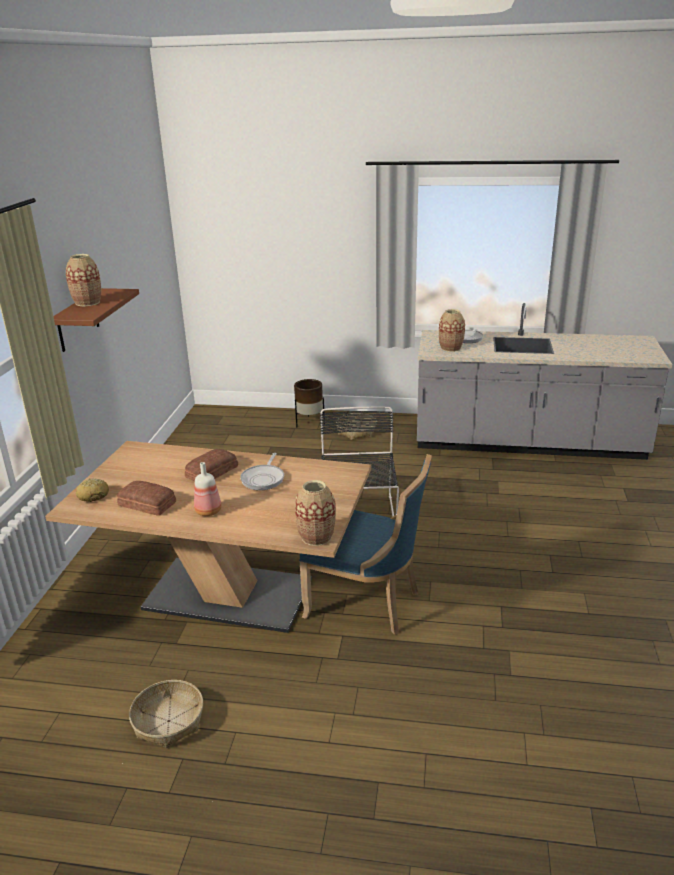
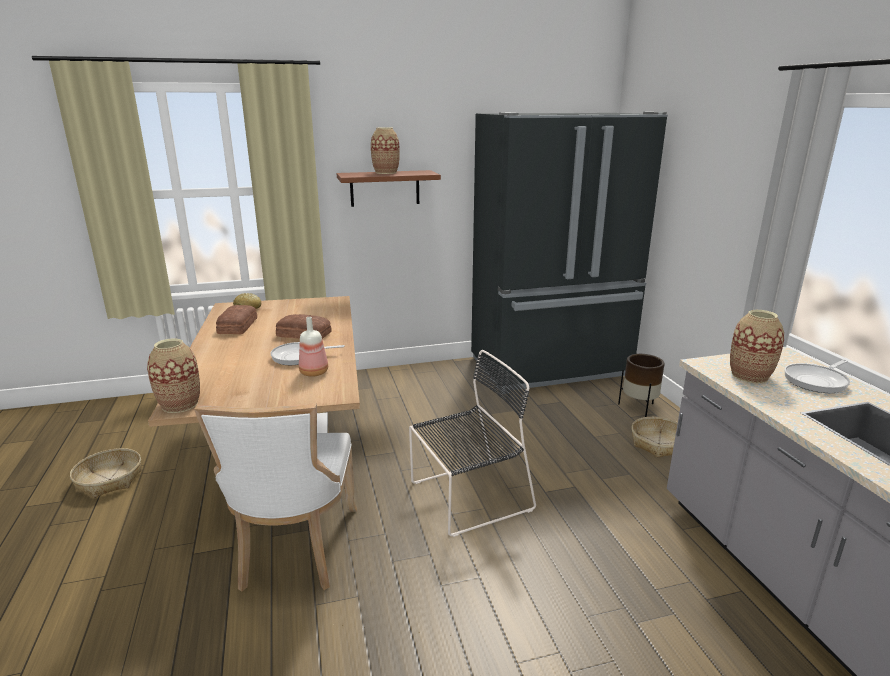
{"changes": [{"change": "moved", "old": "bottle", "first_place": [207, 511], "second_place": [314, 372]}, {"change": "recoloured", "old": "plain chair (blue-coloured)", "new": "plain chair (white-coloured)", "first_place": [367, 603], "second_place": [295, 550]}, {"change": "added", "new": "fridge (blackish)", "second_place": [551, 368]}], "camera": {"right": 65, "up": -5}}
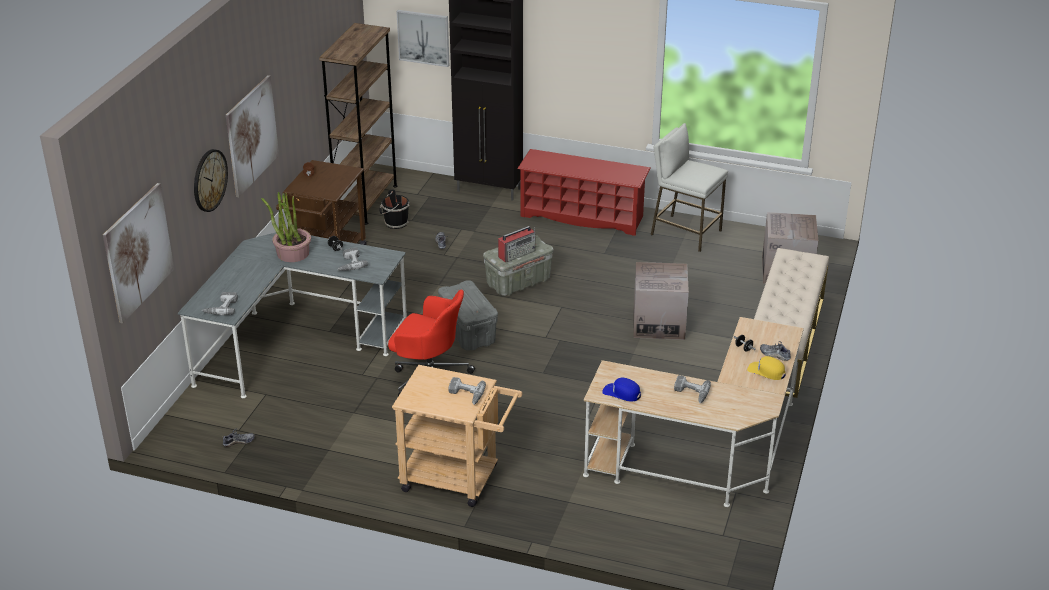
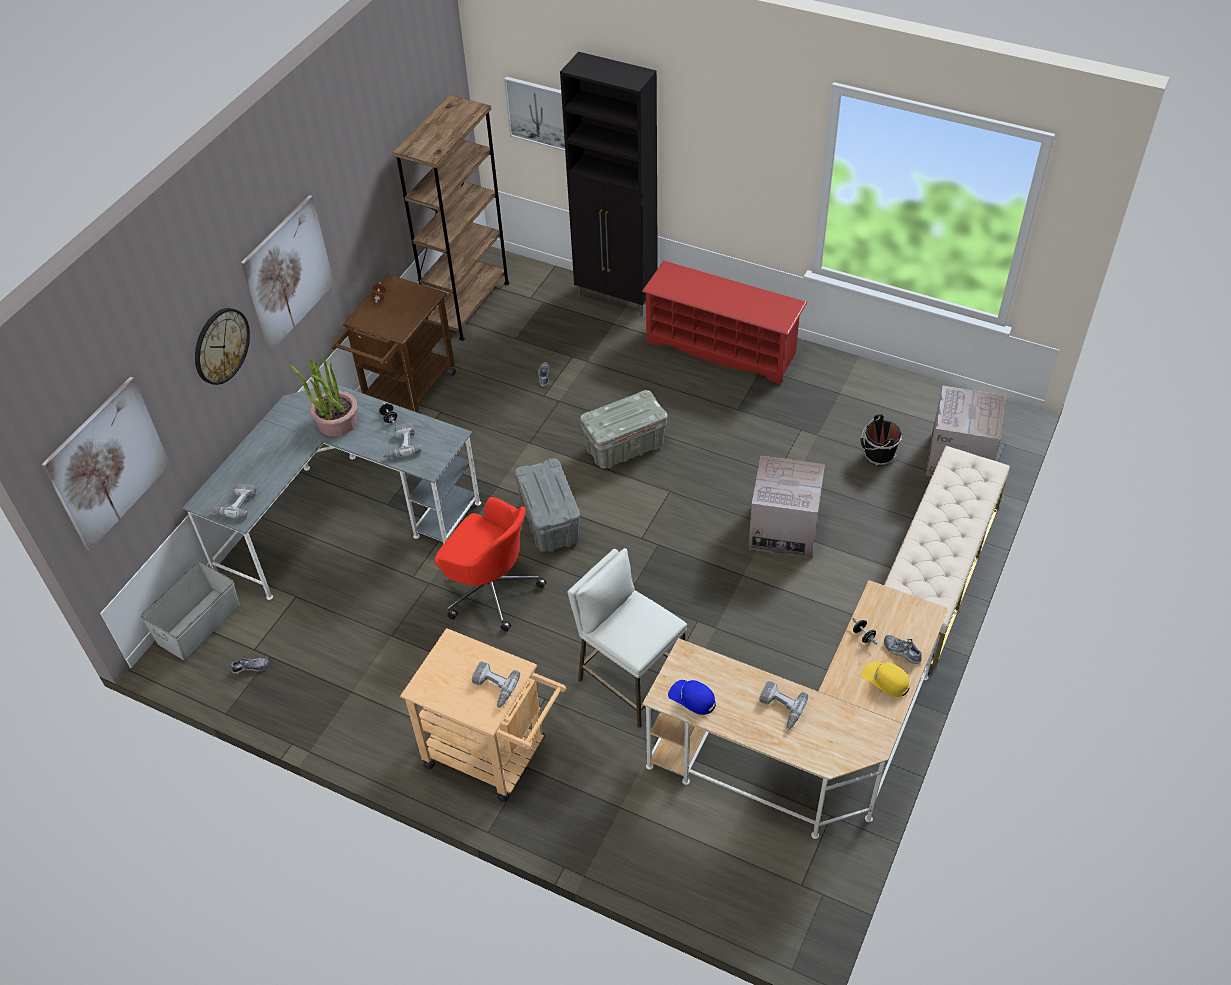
{"changes": [{"change": "moved", "old": "bucket (blackish)", "first_place": [395, 223], "second_place": [877, 455]}, {"change": "removed", "old": "radio", "first_place": [517, 253]}, {"change": "moved", "old": "stool (white-coloured)", "first_place": [685, 233], "second_place": [630, 681]}, {"change": "added", "new": "storage box (gray)", "second_place": [199, 624]}], "camera": {"right": 10, "up": 15}}
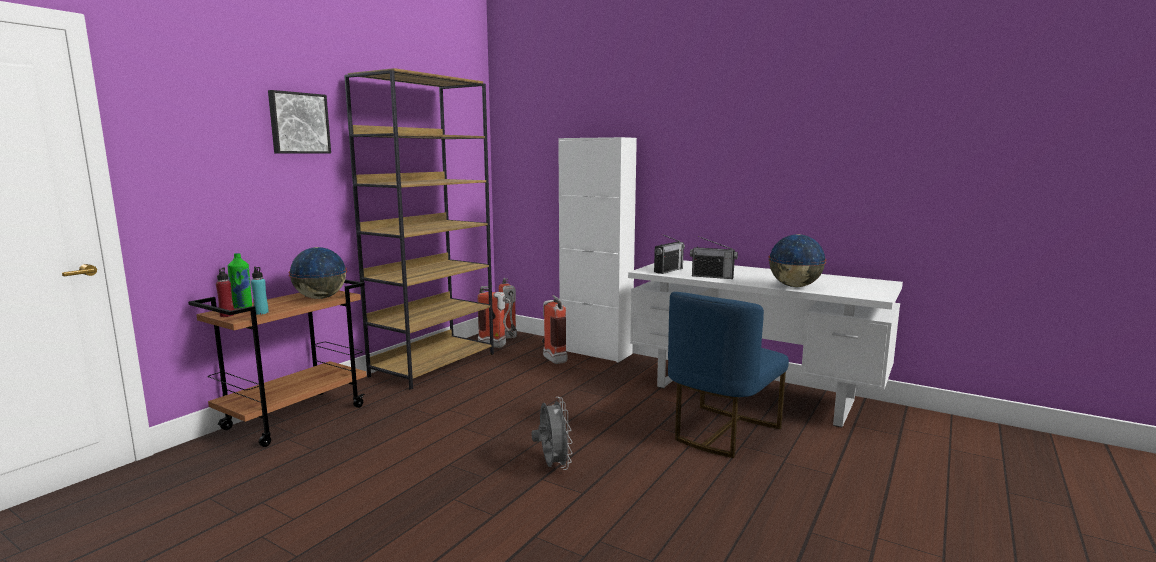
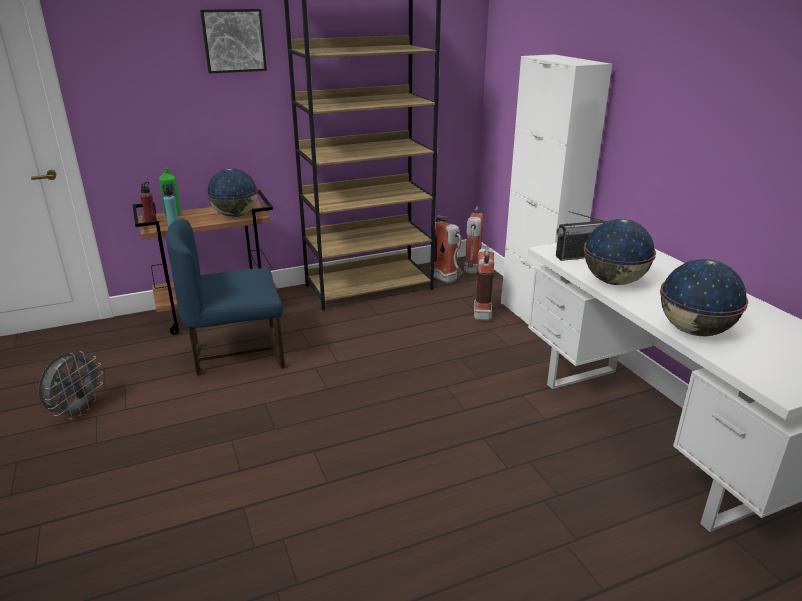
{"changes": [{"change": "moved", "old": "cooling fan (gray)", "first_place": [552, 466], "second_place": [77, 411]}, {"change": "moved", "old": "plain chair (blue-coloured)", "first_place": [721, 432], "second_place": [237, 353]}, {"change": "replaced", "old": "radio", "new": "globe", "first_place": [712, 276], "second_place": [614, 282]}], "camera": {"right": 35, "up": 15}}
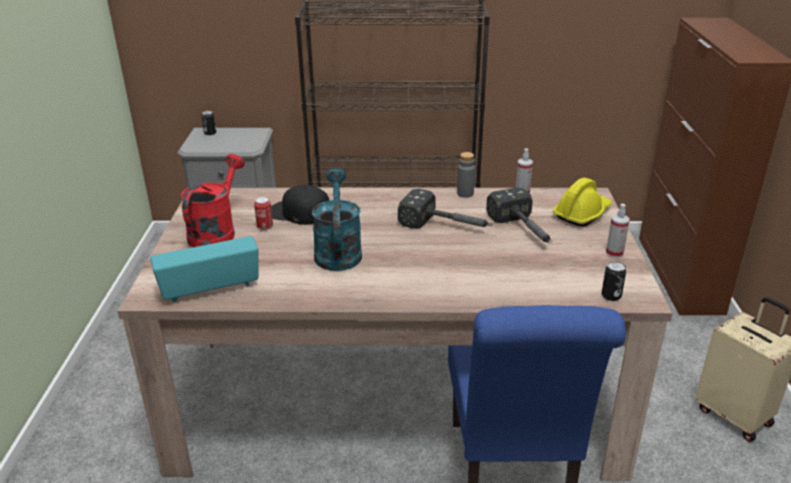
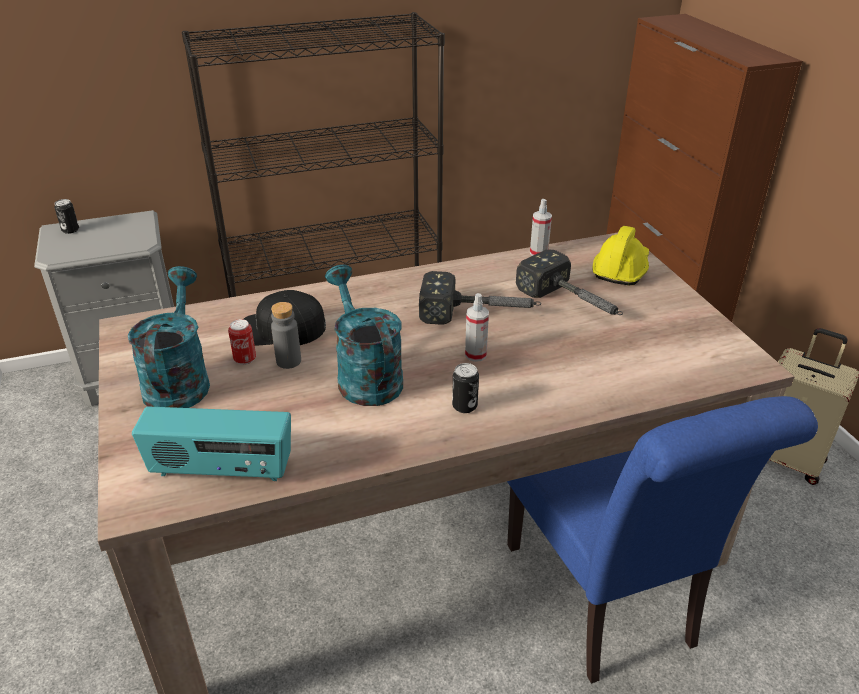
{"changes": [{"change": "turned", "old": "radio", "first_place": [210, 288], "second_place": [221, 470], "degrees": -135}, {"change": "recoloured", "old": "sprinkling can (reddish)", "new": "sprinkling can (blue-green)", "first_place": [216, 232], "second_place": [179, 380]}, {"change": "moved", "old": "bottle (gray)", "first_place": [465, 193], "second_place": [288, 361]}, {"change": "moved", "old": "can", "first_place": [611, 296], "second_place": [464, 406]}, {"change": "moved", "old": "hand sprayer", "first_place": [614, 253], "second_place": [475, 355]}], "camera": {"right": -20, "up": 5}}
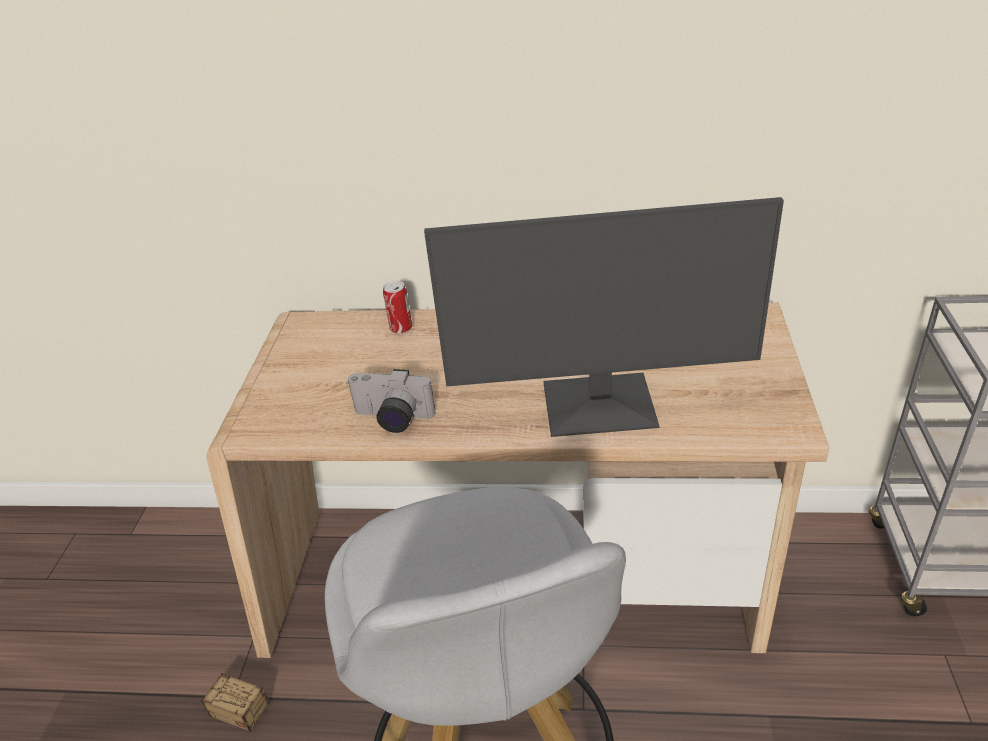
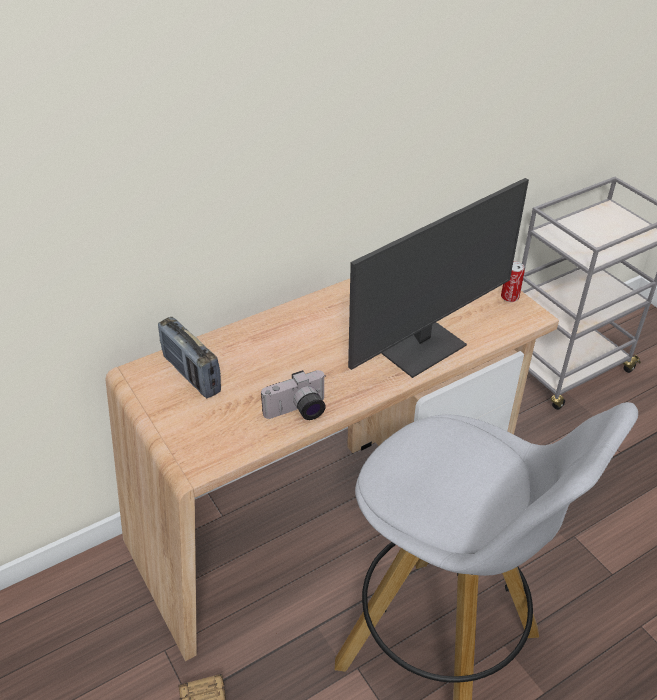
{"changes": [{"change": "moved", "old": "can", "first_place": [401, 328], "second_place": [509, 297]}, {"change": "added", "new": "radio", "second_place": [191, 375]}], "camera": {"right": -40, "up": 5}}
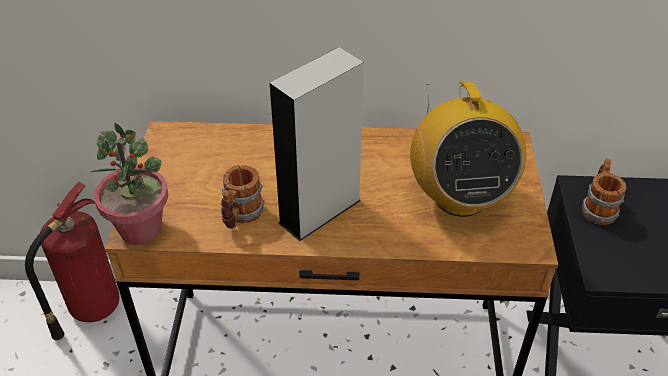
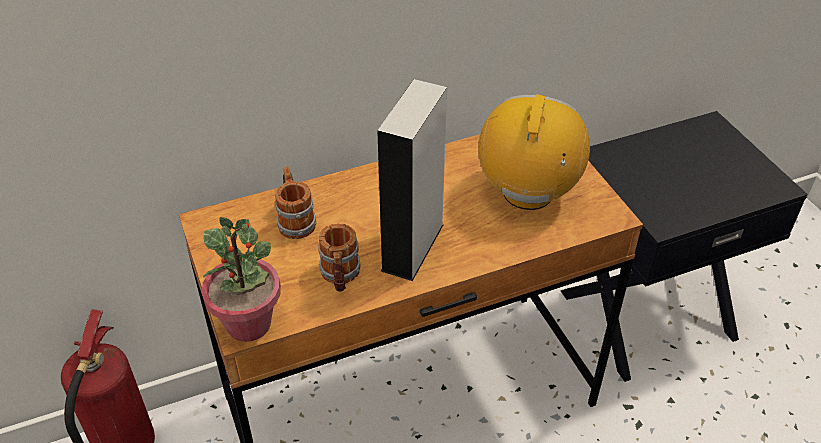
{"changes": [{"change": "turned", "old": "radio", "first_place": [459, 197], "second_place": [528, 193], "degrees": -135}, {"change": "moved", "old": "tea mug", "first_place": [598, 207], "second_place": [295, 220]}], "camera": {"right": -25, "up": 0}}
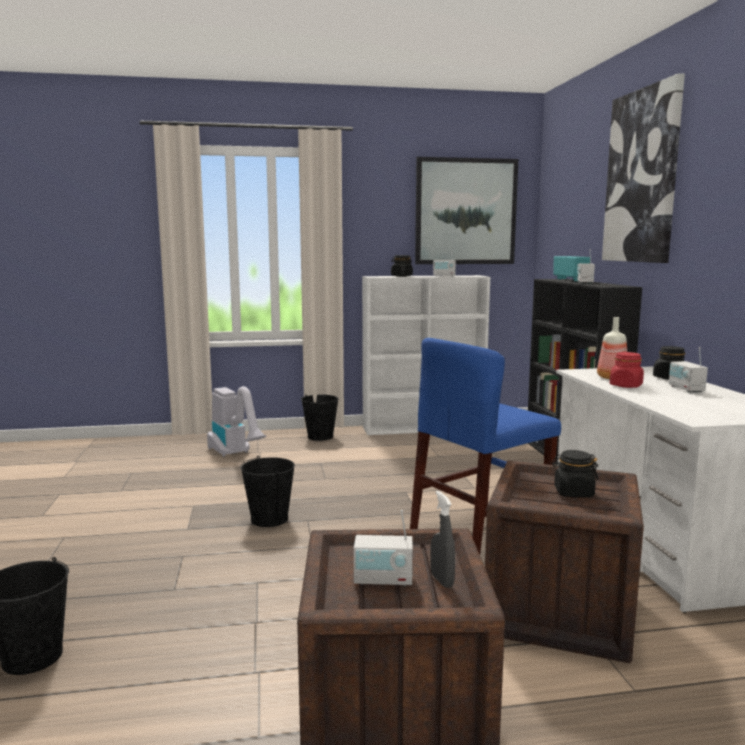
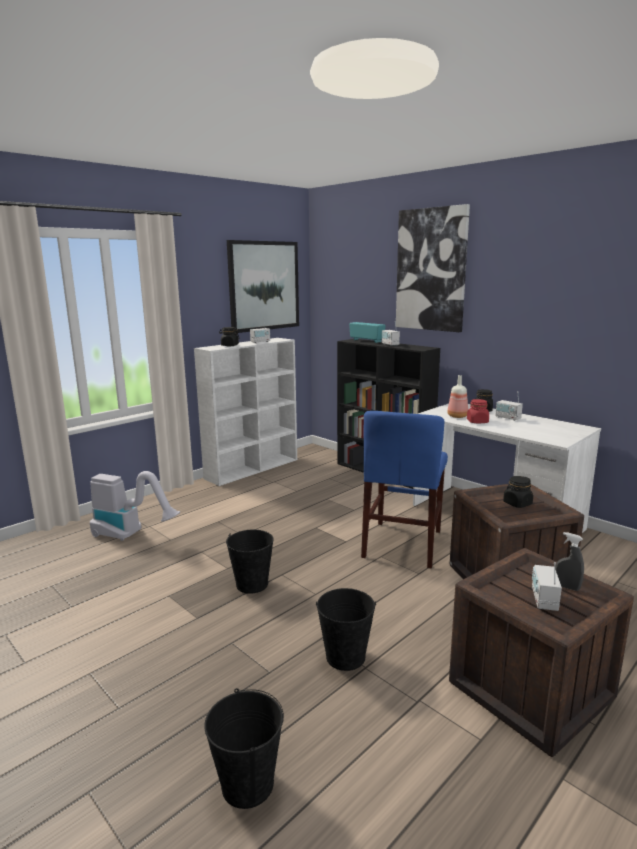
{"changes": [{"change": "moved", "old": "bucket (blackish)", "first_place": [320, 436], "second_place": [345, 656]}, {"change": "turned", "old": "radio", "first_place": [383, 580], "second_place": [544, 600], "degrees": 135}], "camera": {"right": -35, "up": 5}}
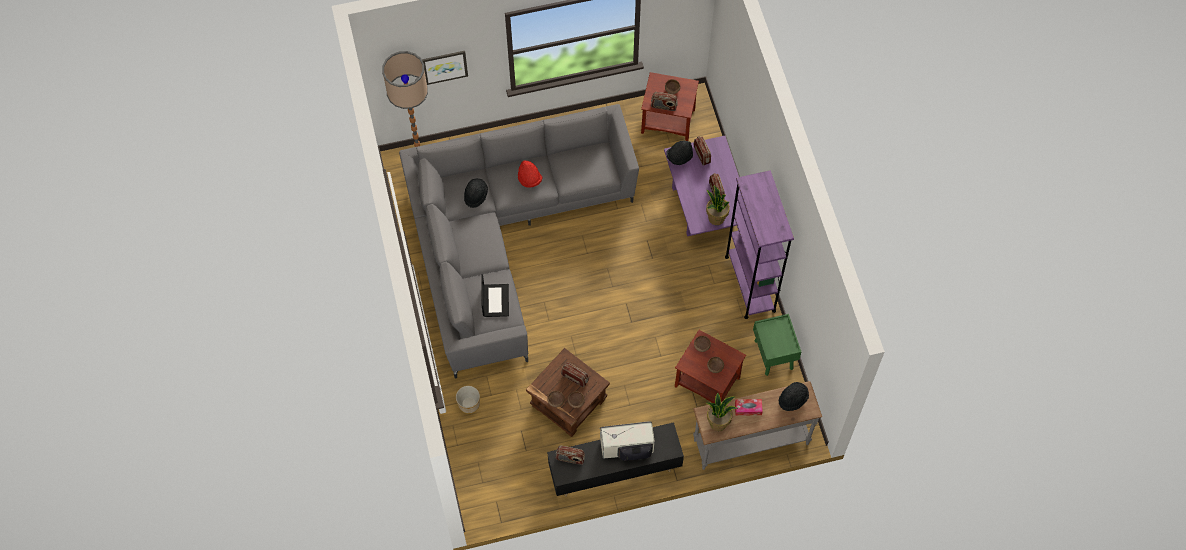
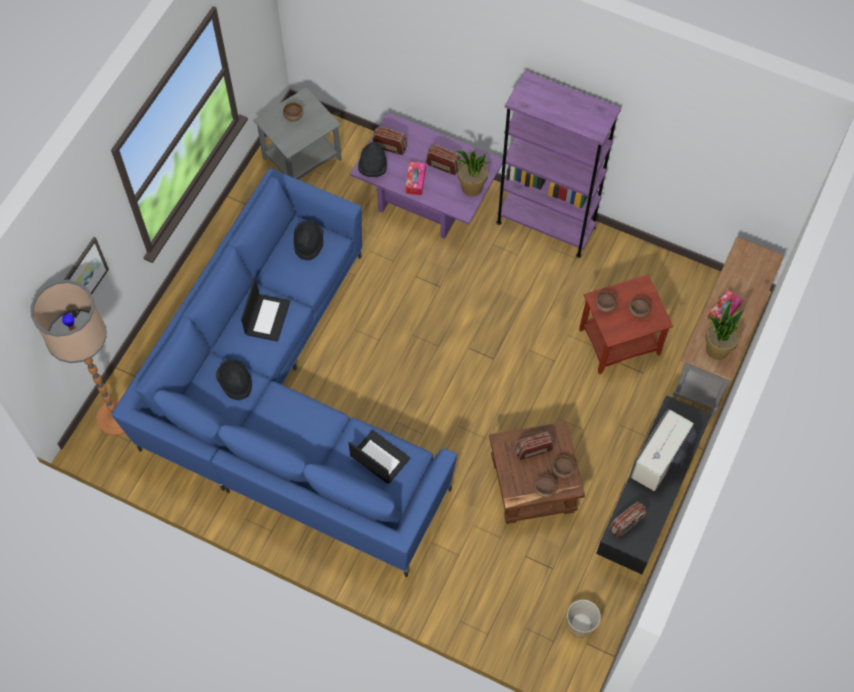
{"changes": [{"change": "recoloured", "old": "settee (gray)", "new": "settee (blue-coloured)", "first_place": [503, 237], "second_place": [286, 404]}, {"change": "moved", "old": "planter", "first_place": [468, 404], "second_place": [580, 624]}, {"change": "replaced", "old": "clothing hat (reddish)", "new": "laptop", "first_place": [529, 179], "second_place": [267, 317]}, {"change": "recoloured", "old": "end table (brown-coloured)", "new": "end table (gray)", "first_place": [668, 120], "second_place": [301, 158]}, {"change": "removed", "old": "radio", "first_place": [663, 106]}, {"change": "removed", "old": "nightstand (green)", "first_place": [774, 355]}, {"change": "moved", "old": "clothing hat (blackish)", "first_place": [793, 399], "second_place": [308, 244]}, {"change": "added", "new": "box of tissues", "second_place": [415, 181]}], "camera": {"right": -50, "up": 0}}
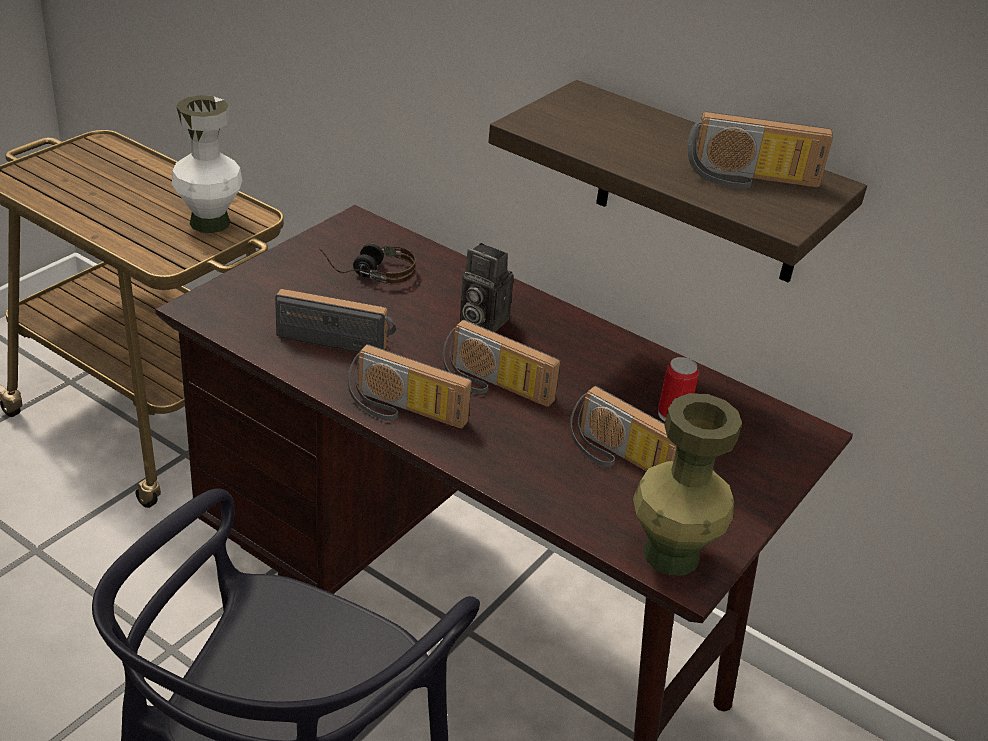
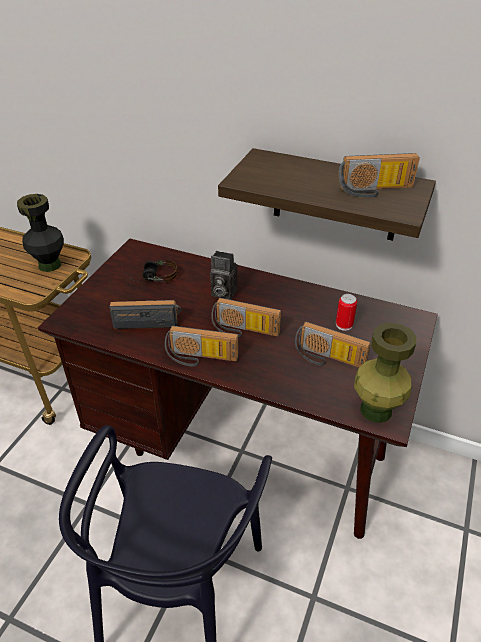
{"changes": [{"change": "recoloured", "old": "vase (white-coloured)", "new": "vase (blackish)", "first_place": [209, 222], "second_place": [49, 265]}], "camera": {"right": -10, "up": 5}}
